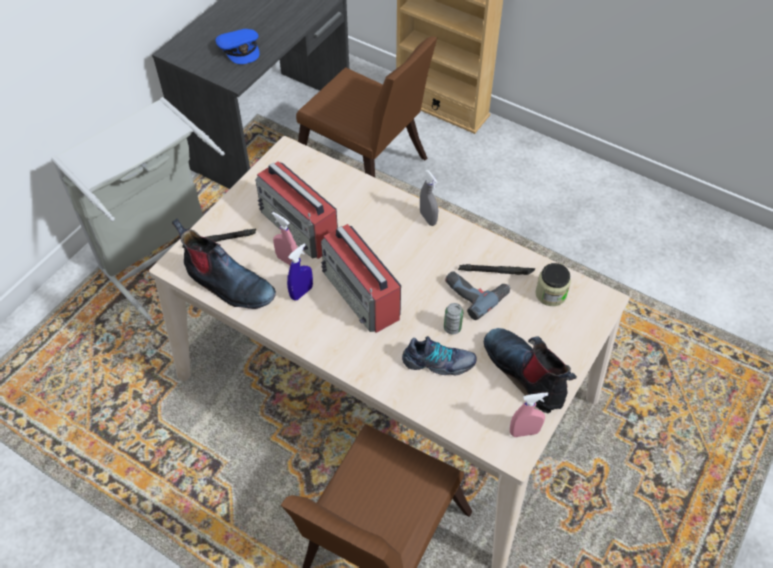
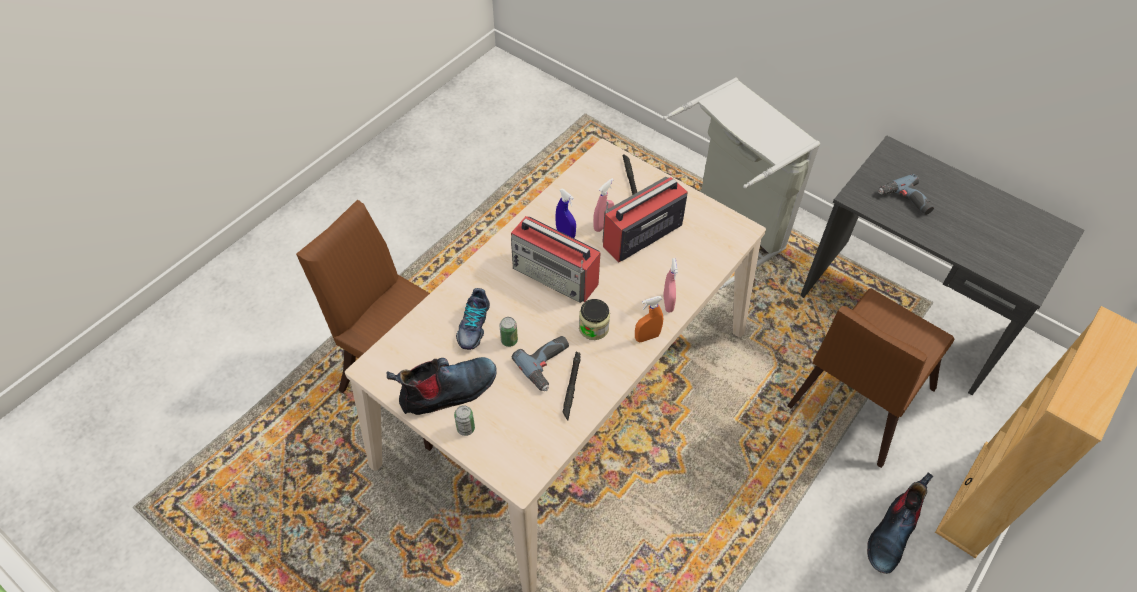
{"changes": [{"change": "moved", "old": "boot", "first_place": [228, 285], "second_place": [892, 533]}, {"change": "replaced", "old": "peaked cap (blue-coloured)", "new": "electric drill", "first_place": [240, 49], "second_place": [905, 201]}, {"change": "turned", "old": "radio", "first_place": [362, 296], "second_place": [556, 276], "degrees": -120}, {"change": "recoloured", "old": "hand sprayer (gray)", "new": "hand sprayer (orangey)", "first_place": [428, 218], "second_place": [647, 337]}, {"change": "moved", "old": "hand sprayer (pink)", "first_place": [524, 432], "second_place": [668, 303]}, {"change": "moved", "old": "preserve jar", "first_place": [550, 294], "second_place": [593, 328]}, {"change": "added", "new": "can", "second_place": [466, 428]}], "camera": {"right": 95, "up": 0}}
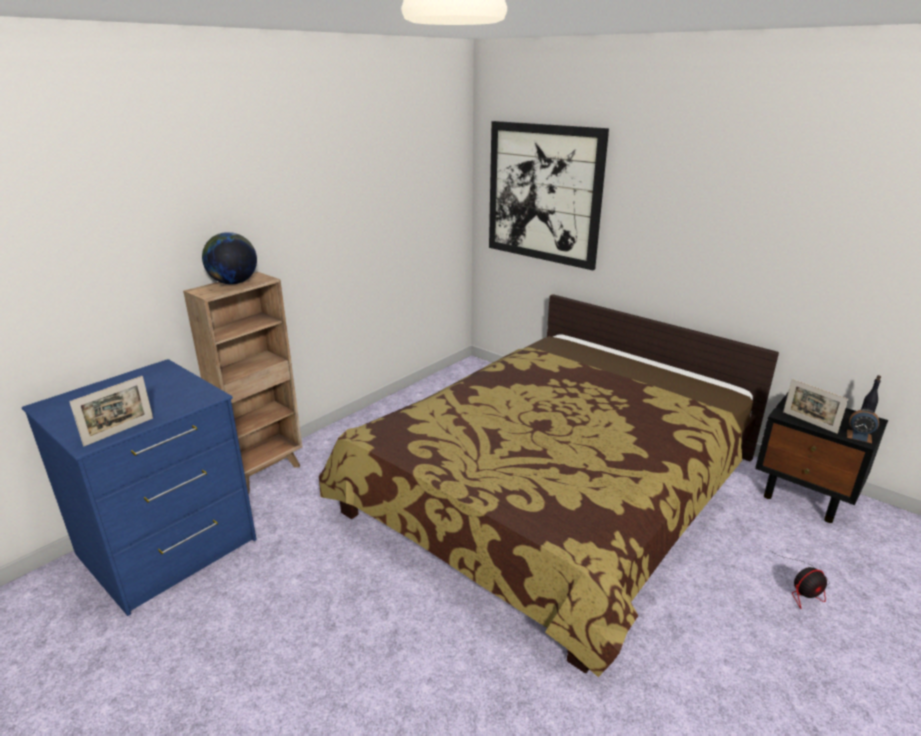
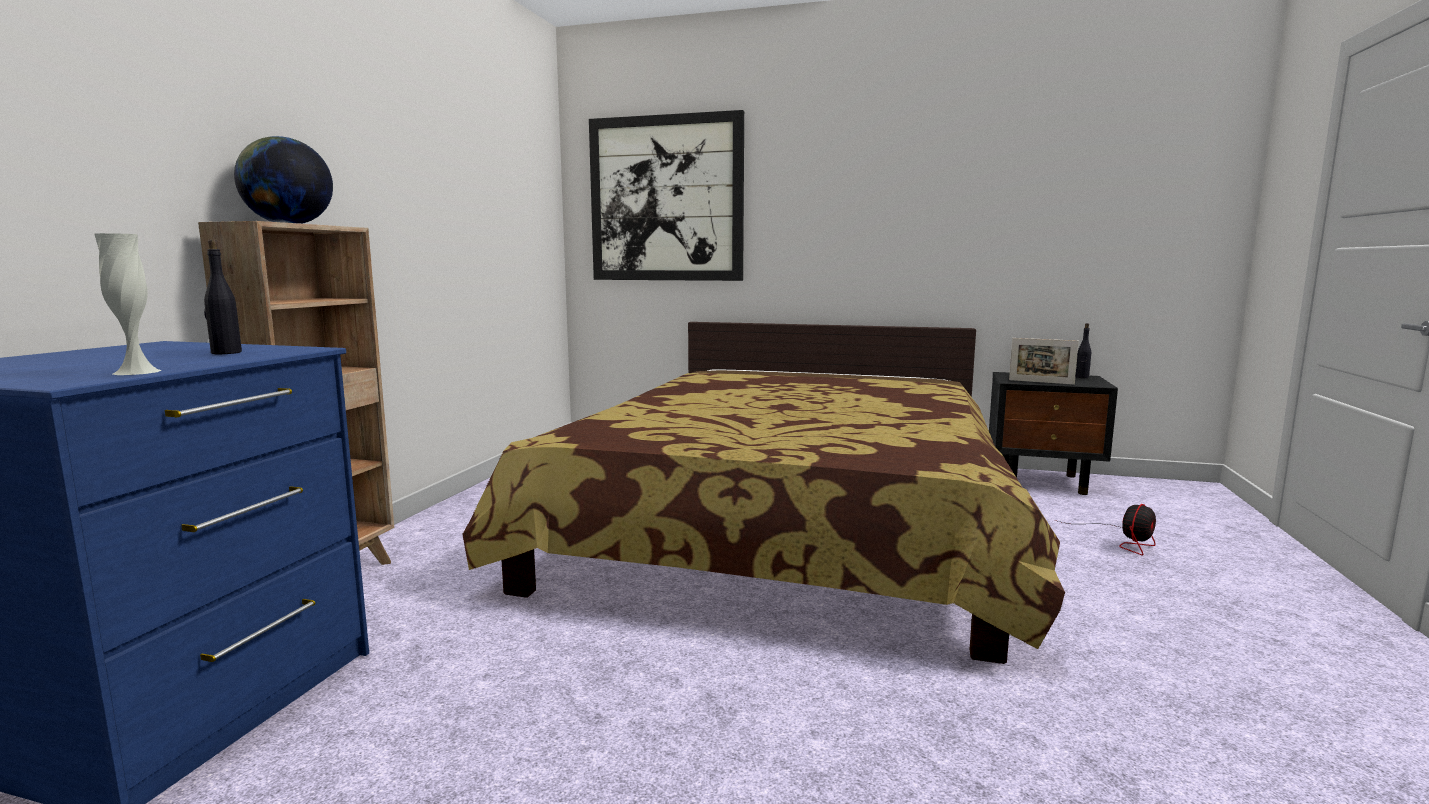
{"changes": [{"change": "replaced", "old": "picture frame", "new": "vase (white-coloured)", "first_place": [119, 431], "second_place": [137, 372]}, {"change": "removed", "old": "alarm clock", "first_place": [859, 436]}, {"change": "added", "new": "bottle (blackish)", "second_place": [226, 353]}], "camera": {"right": -25, "up": -15}}
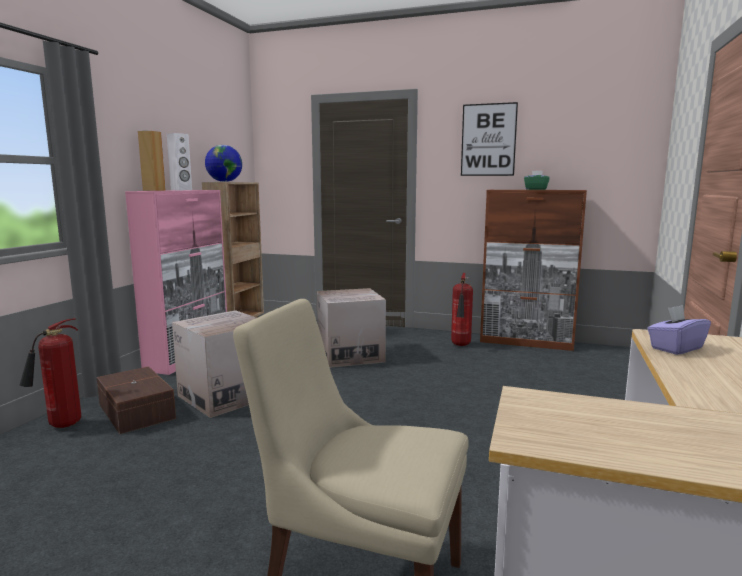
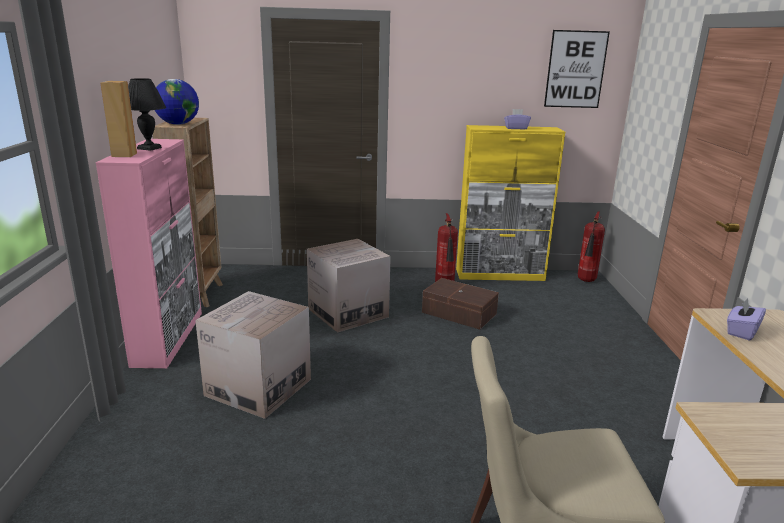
{"changes": [{"change": "moved", "old": "extinguisher", "first_place": [61, 426], "second_place": [586, 281]}, {"change": "moved", "old": "storage box (brown-coloured)", "first_place": [135, 412], "second_place": [459, 313]}, {"change": "replaced", "old": "audio speaker (white-coloured)", "new": "tabletop lamp (blackish)", "first_place": [181, 190], "second_place": [149, 148]}, {"change": "moved", "old": "picture", "first_place": [488, 140], "second_place": [575, 69]}, {"change": "recoloured", "old": "storage cabinet (brown-coloured)", "new": "storage cabinet (yellow-coloured)", "first_place": [526, 342], "second_place": [500, 275]}, {"change": "recoloured", "old": "box of tissues (green)", "new": "box of tissues (purplish)", "first_place": [536, 189], "second_place": [516, 128]}], "camera": {"right": -20, "up": 10}}
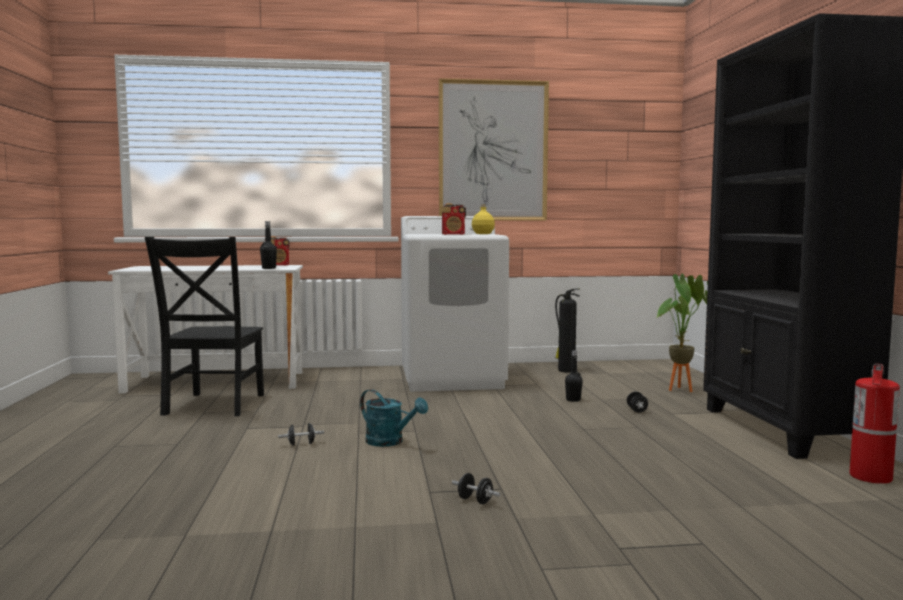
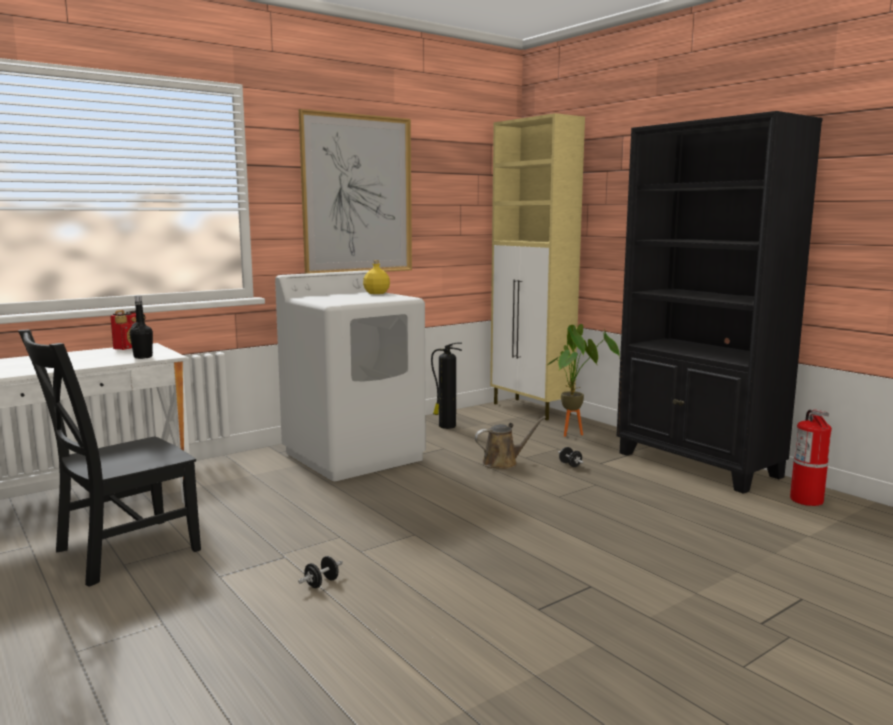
{"changes": [{"change": "turned", "old": "plain chair (blackish)", "first_place": [213, 406], "second_place": [121, 552], "degrees": 75}, {"change": "removed", "old": "sprinkling can (blue-green)", "first_place": [390, 442]}, {"change": "removed", "old": "radio", "first_place": [453, 234]}, {"change": "removed", "old": "dumbbell (blackish)", "first_place": [475, 501]}, {"change": "replaced", "old": "bottle (blackish)", "new": "sprinkling can (brown-coloured)", "first_place": [573, 400], "second_place": [503, 463]}, {"change": "added", "new": "storage cabinet (sand-coloured)", "second_place": [531, 409]}], "camera": {"right": -30, "up": 5}}
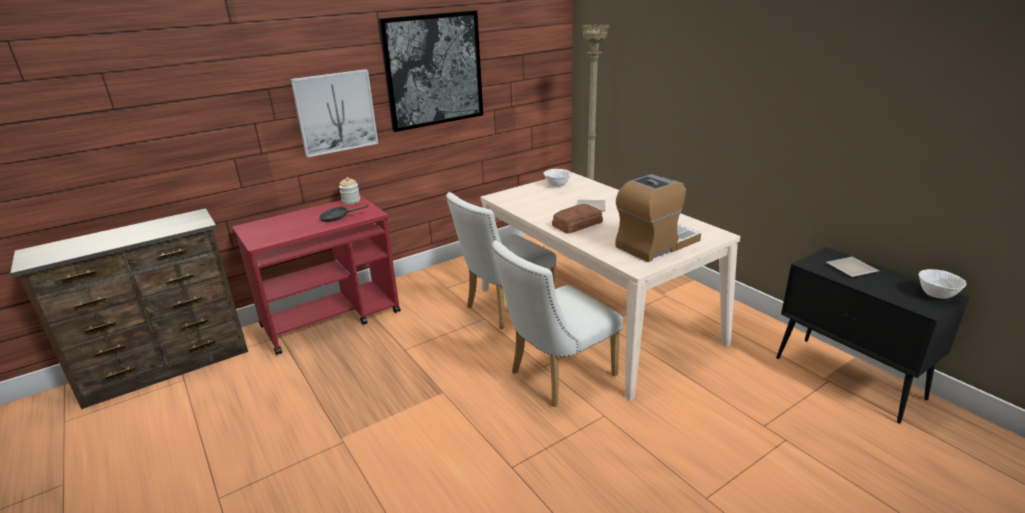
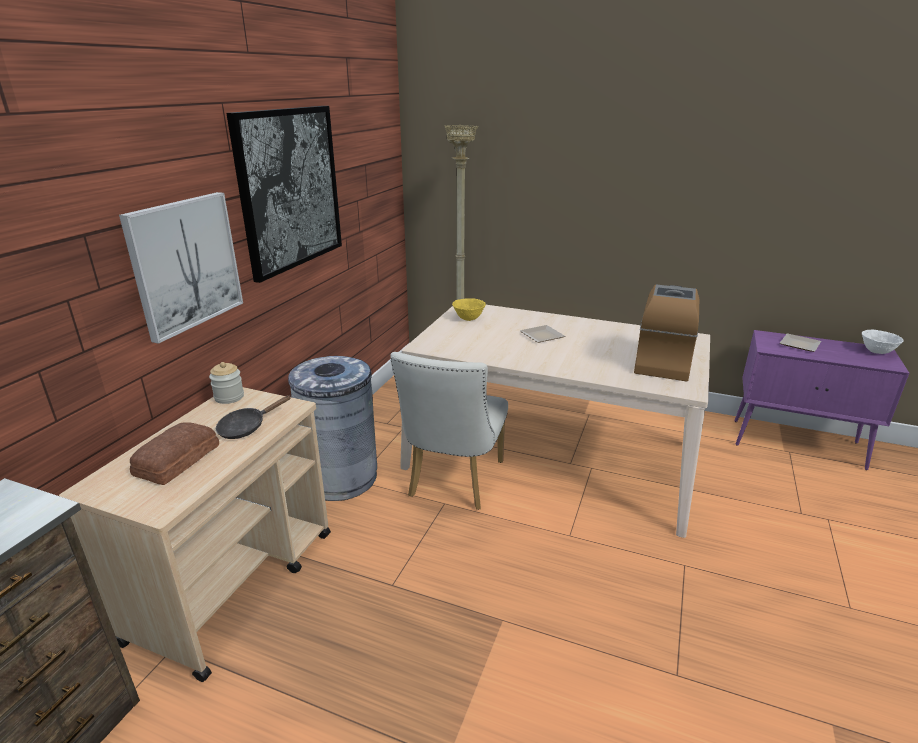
{"changes": [{"change": "recoloured", "old": "cart (reddish)", "new": "cart (sand-coloured)", "first_place": [332, 319], "second_place": [236, 583]}, {"change": "removed", "old": "plain chair (white-coloured)", "first_place": [556, 376]}, {"change": "recoloured", "old": "serving bowl (white-coloured)", "new": "serving bowl (yellow-coloured)", "first_place": [557, 185], "second_place": [468, 319]}, {"change": "moved", "old": "bakery bread", "first_place": [576, 224], "second_place": [175, 461]}, {"change": "recoloured", "old": "storage cabinet (blackish)", "new": "storage cabinet (purplish)", "first_place": [849, 378], "second_place": [798, 444]}, {"change": "added", "new": "waste bin (gray)", "second_place": [340, 478]}], "camera": {"right": -35, "up": 0}}
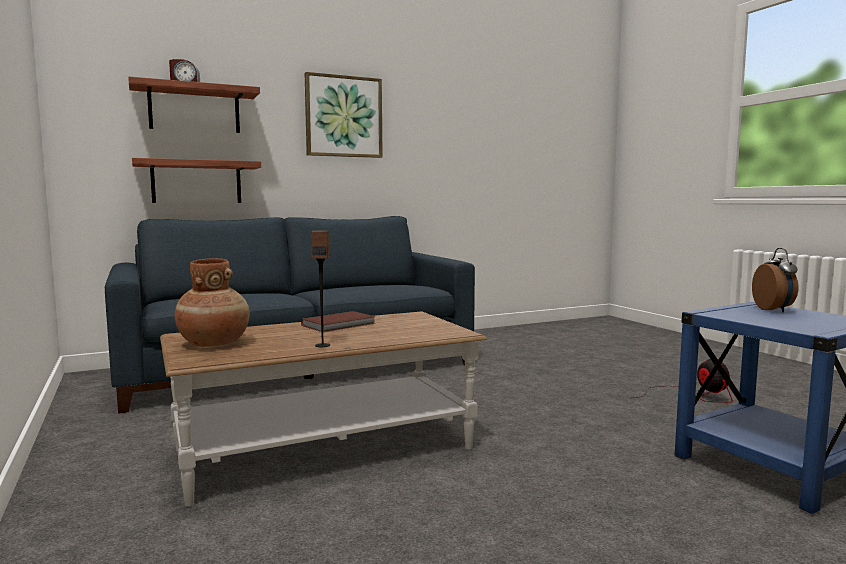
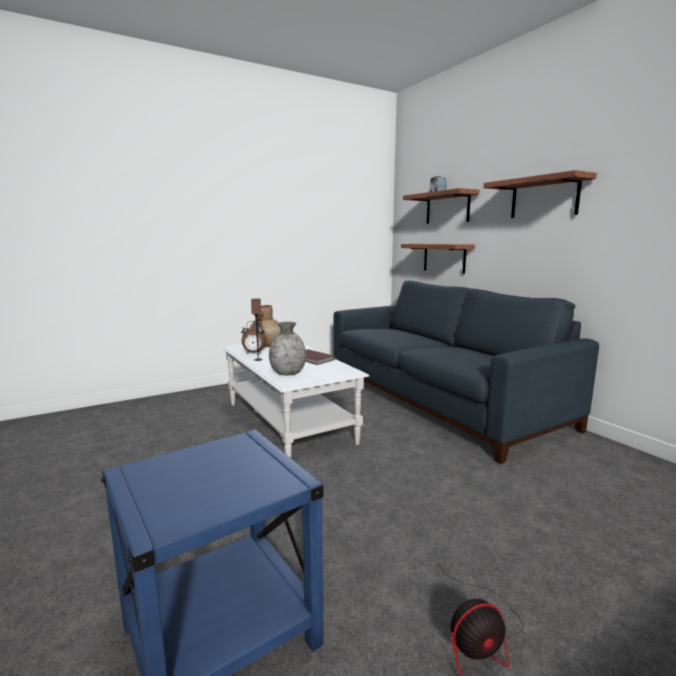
{"changes": [{"change": "recoloured", "old": "coffee table (brown-coloured)", "new": "coffee table (white-coloured)", "first_place": [325, 449], "second_place": [288, 422]}, {"change": "replaced", "old": "picture", "new": "bracket shelf", "first_place": [343, 116], "second_place": [544, 198]}, {"change": "moved", "old": "alarm clock", "first_place": [774, 310], "second_place": [254, 353]}, {"change": "added", "new": "vase (gray)", "second_place": [288, 373]}], "camera": {"right": 85, "up": 5}}
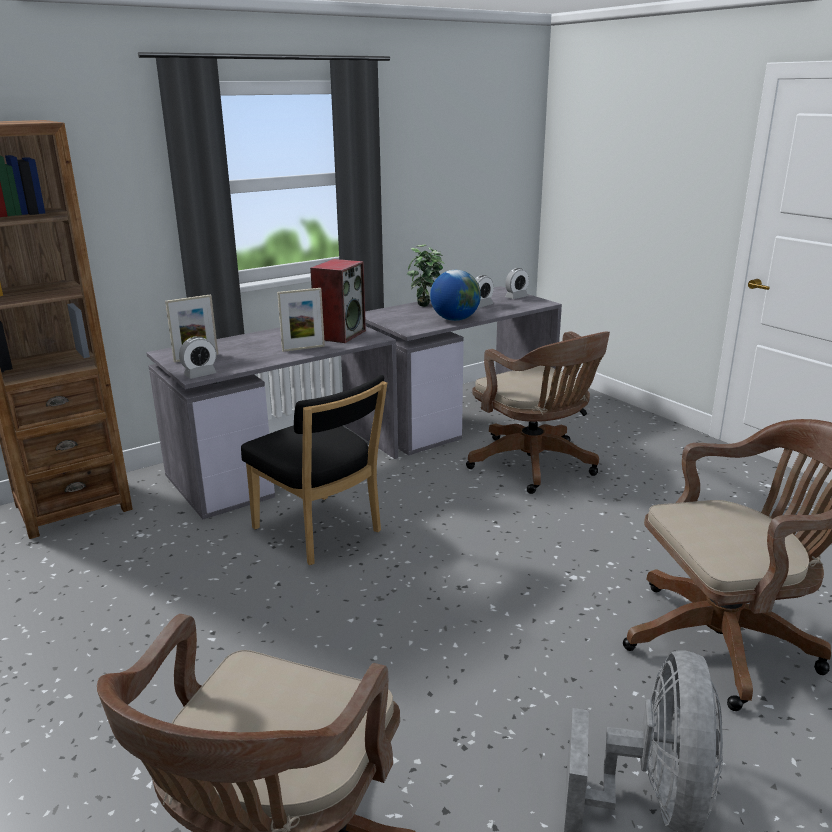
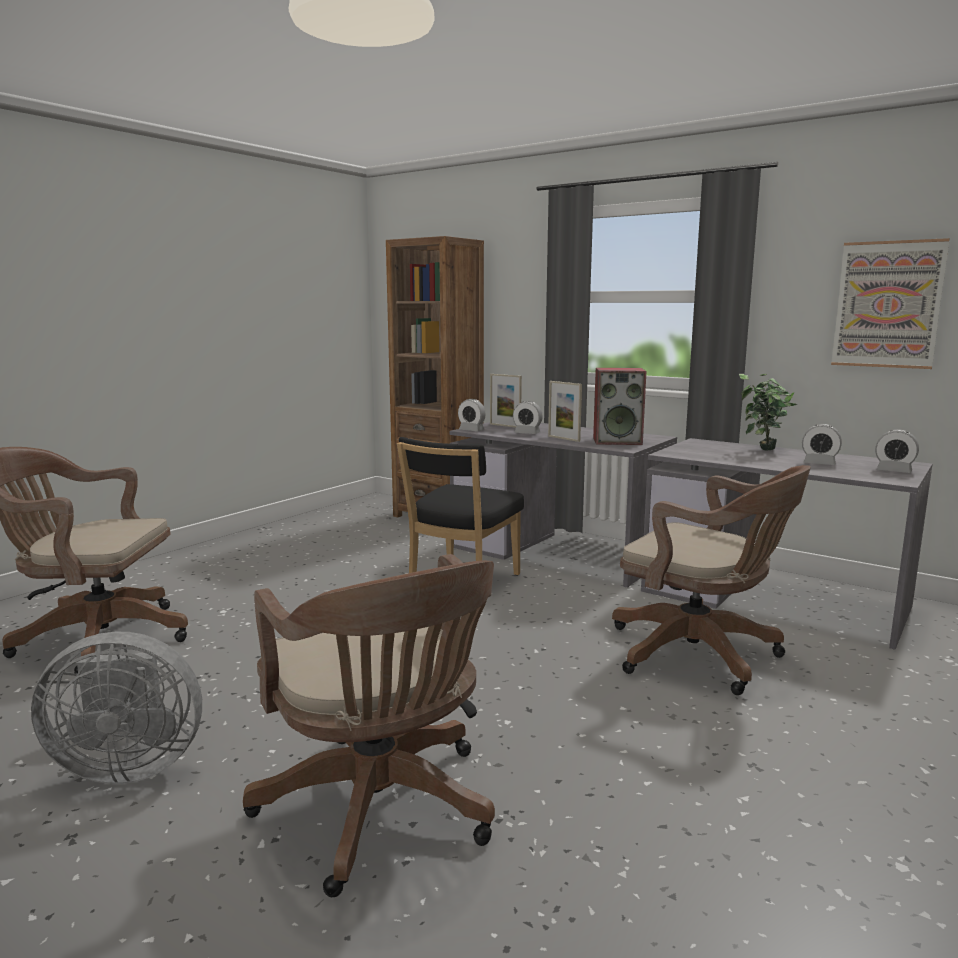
{"changes": [{"change": "removed", "old": "globe", "first_place": [455, 319]}, {"change": "turned", "old": "office chair (brown-coloured)", "first_place": [535, 466], "second_place": [701, 655], "degrees": -90}, {"change": "added", "new": "alarm clock", "second_place": [527, 433]}, {"change": "added", "new": "picture", "second_place": [887, 304]}], "camera": {"right": 70, "up": -10}}
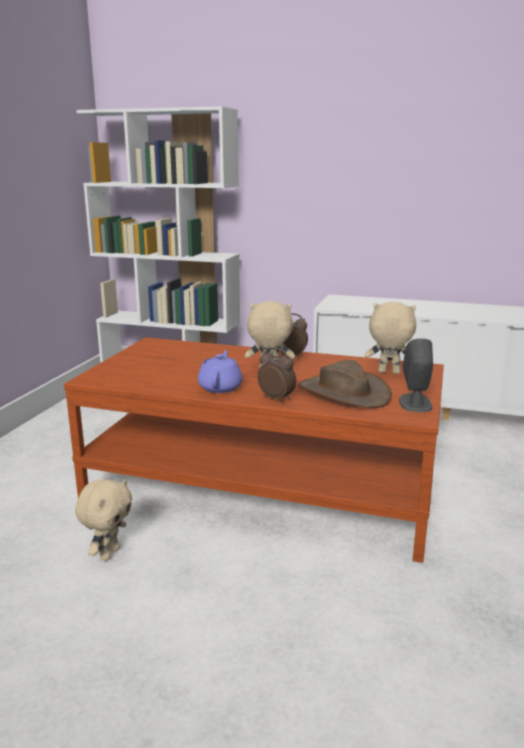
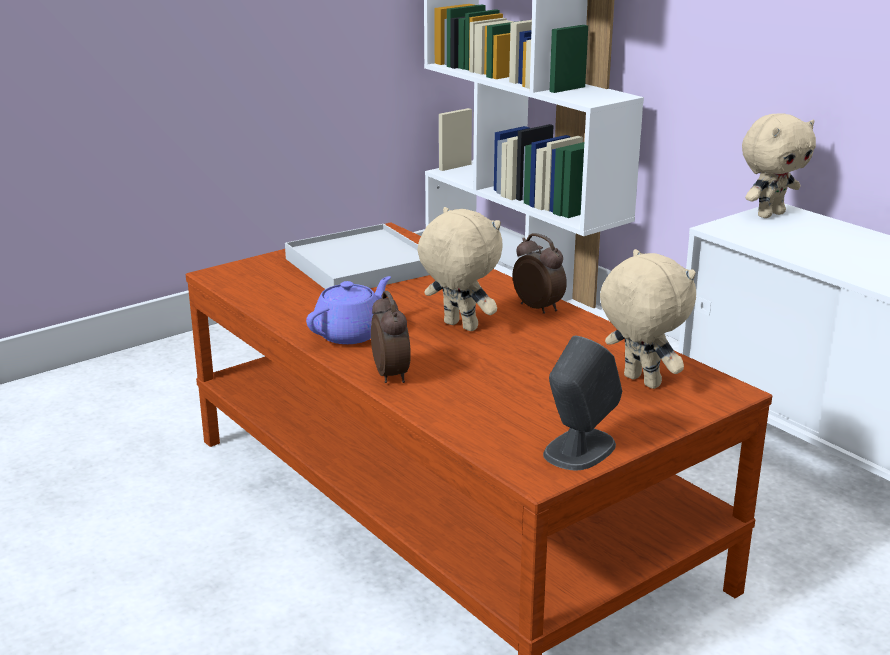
{"changes": [{"change": "moved", "old": "soft toy (sand-coloured)", "first_place": [109, 553], "second_place": [769, 214]}, {"change": "removed", "old": "clothing hat (brown-coloured)", "first_place": [343, 392]}, {"change": "added", "new": "serving tray (white-coloured)", "second_place": [361, 266]}], "camera": {"right": 35, "up": 5}}
